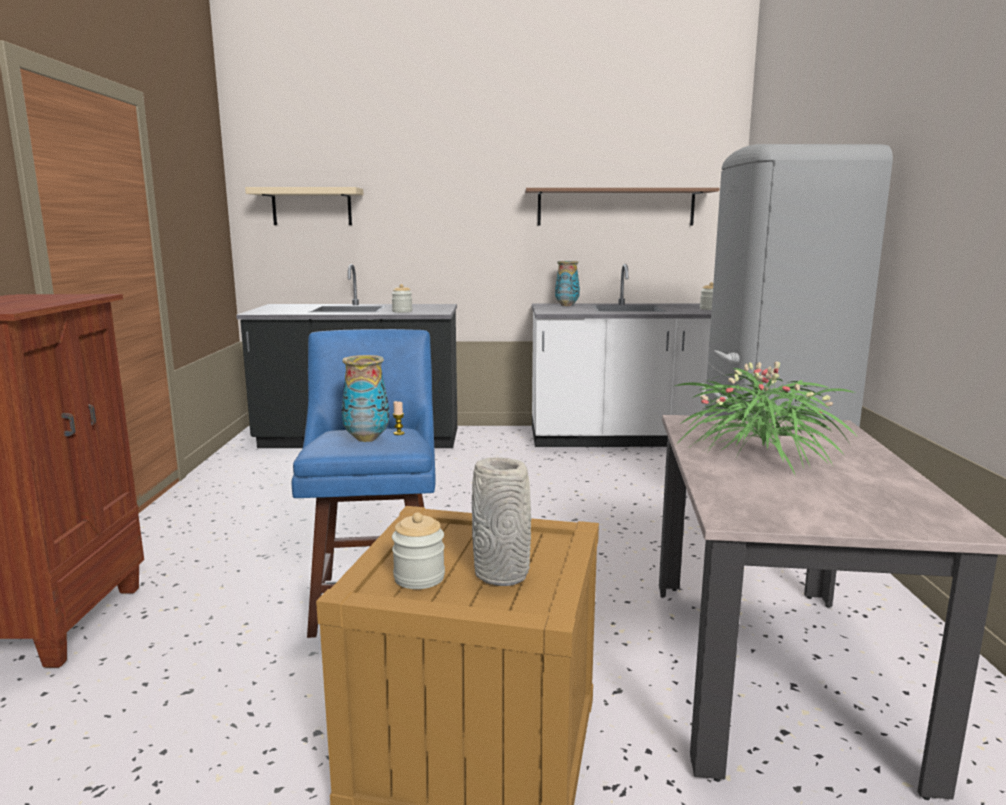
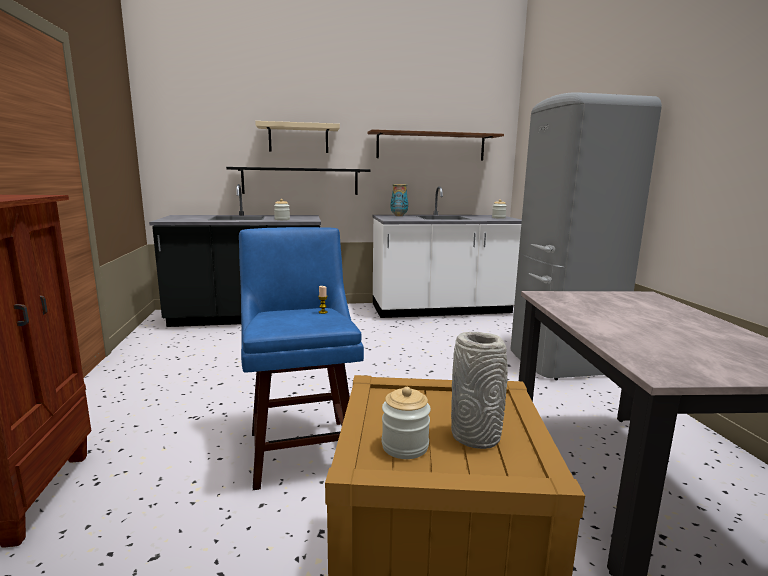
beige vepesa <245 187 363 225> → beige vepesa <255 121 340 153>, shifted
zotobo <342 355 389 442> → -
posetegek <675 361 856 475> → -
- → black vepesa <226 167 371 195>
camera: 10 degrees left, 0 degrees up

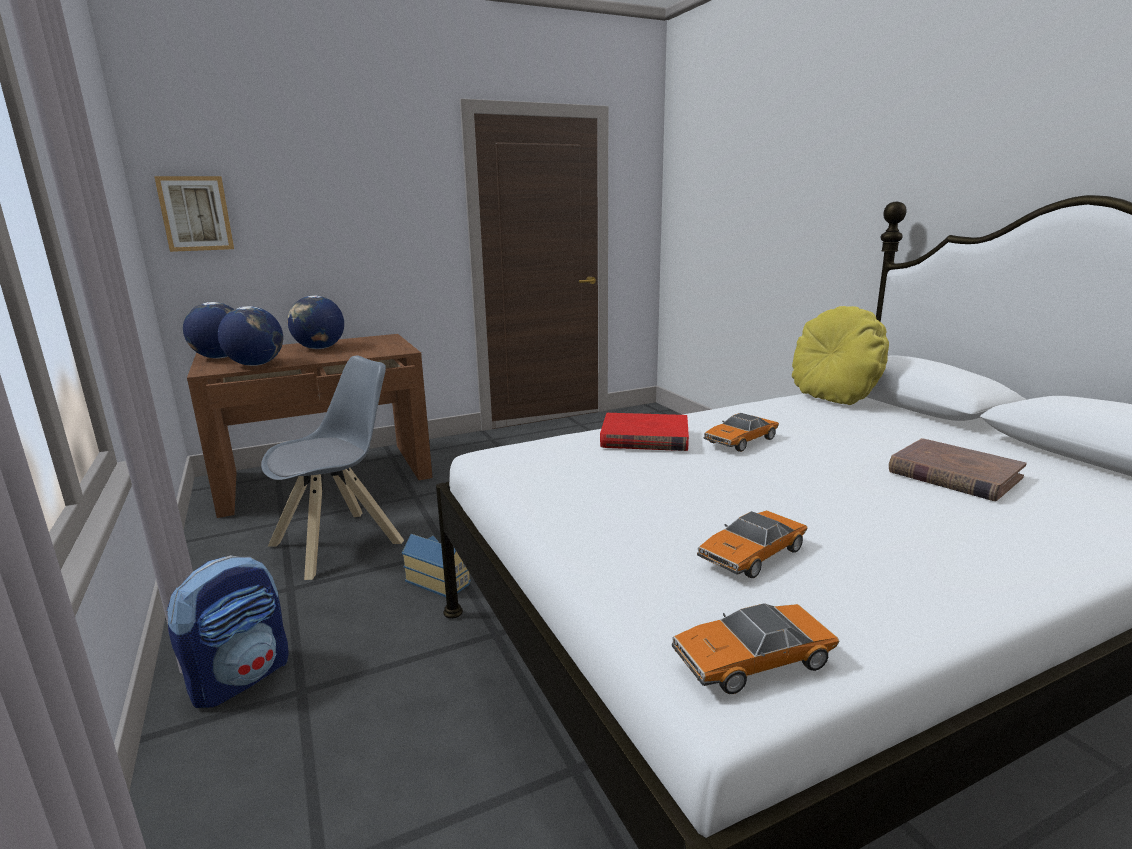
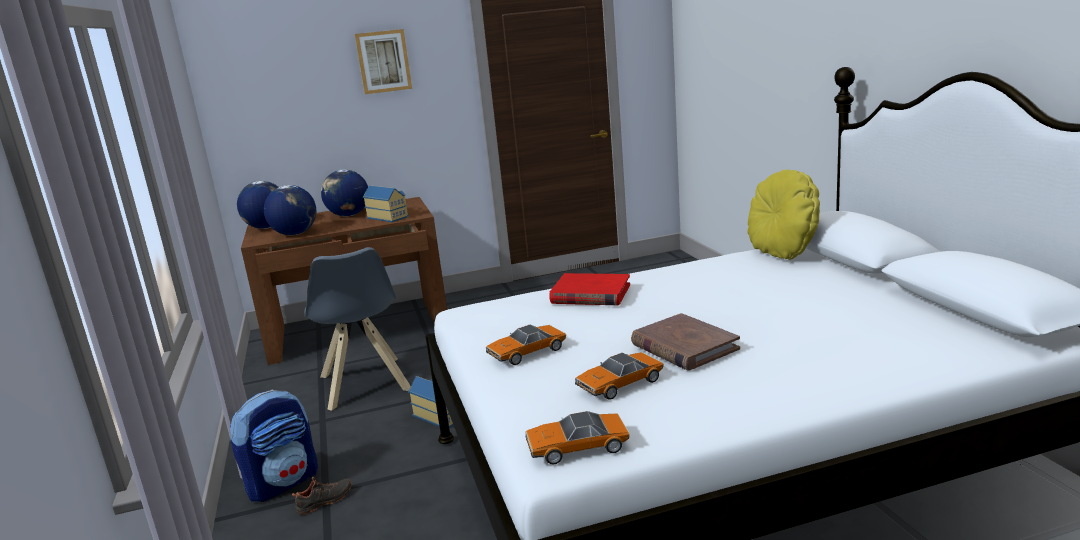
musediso <154 176 234 252> → musediso <355 29 412 94>, shifted
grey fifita <261 356 404 580> → grey fifita <305 247 411 411>, 105 degrees clockwise
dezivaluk <704 413 779 452> → dezivaluk <486 325 566 365>, shifted
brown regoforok <889 438 1027 501> → brown regoforok <631 313 740 371>, shifted
- → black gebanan <292 477 351 515>
- → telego <363 185 409 222>
camera: 10 degrees right, 0 degrees up

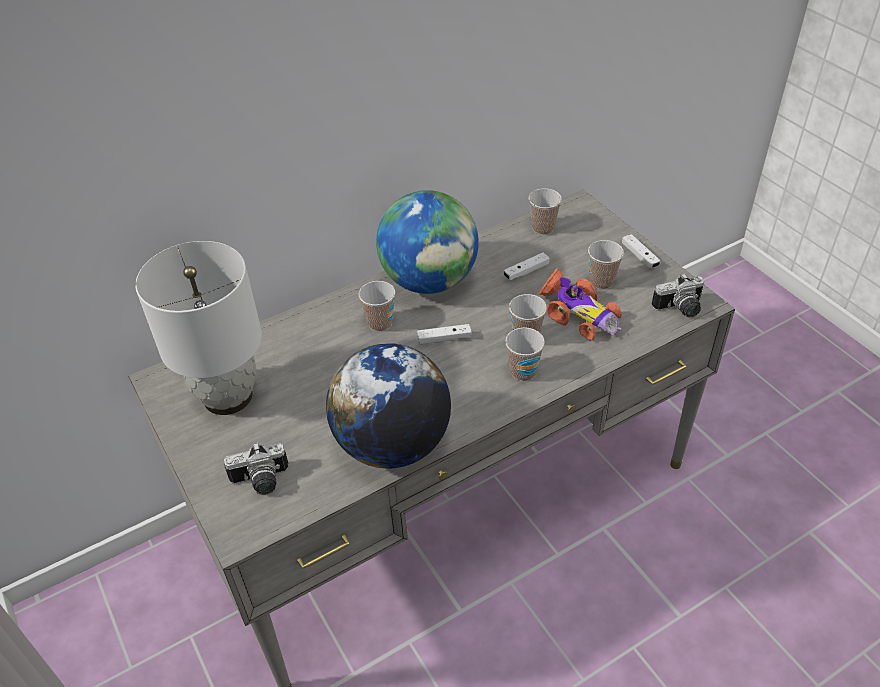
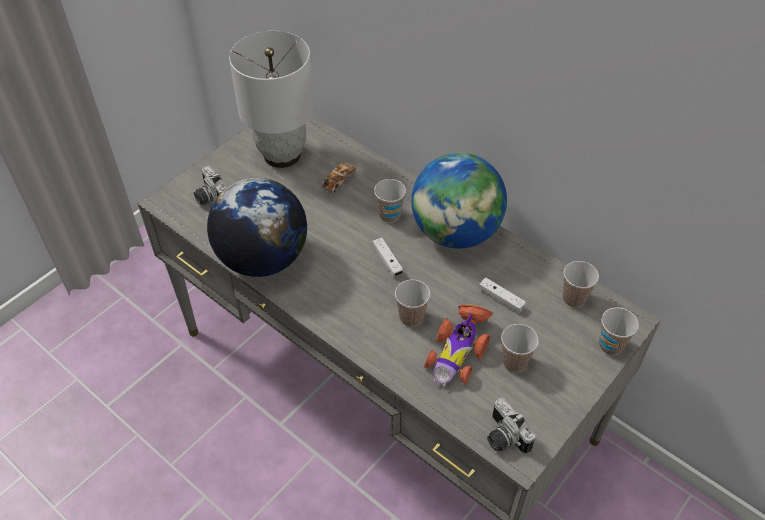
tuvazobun <505 328 545 381> → tuvazobun <599 307 639 355>, shifted
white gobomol <622 234 661 268> → -
- → dezivaluk <320 162 356 193>
camera: 70 degrees right, 5 degrees up

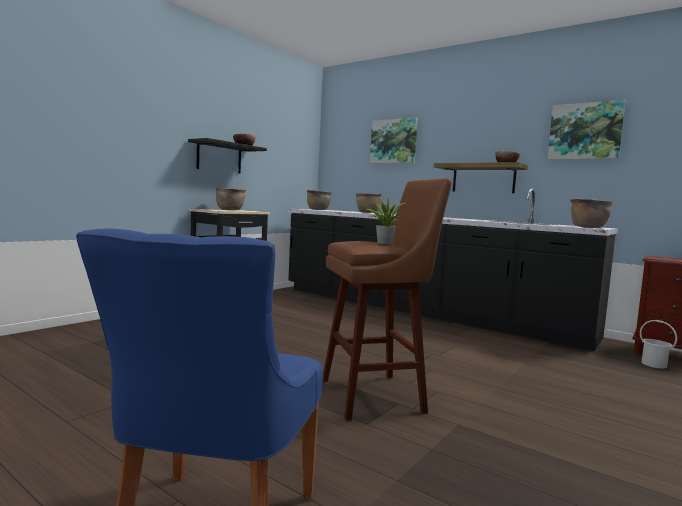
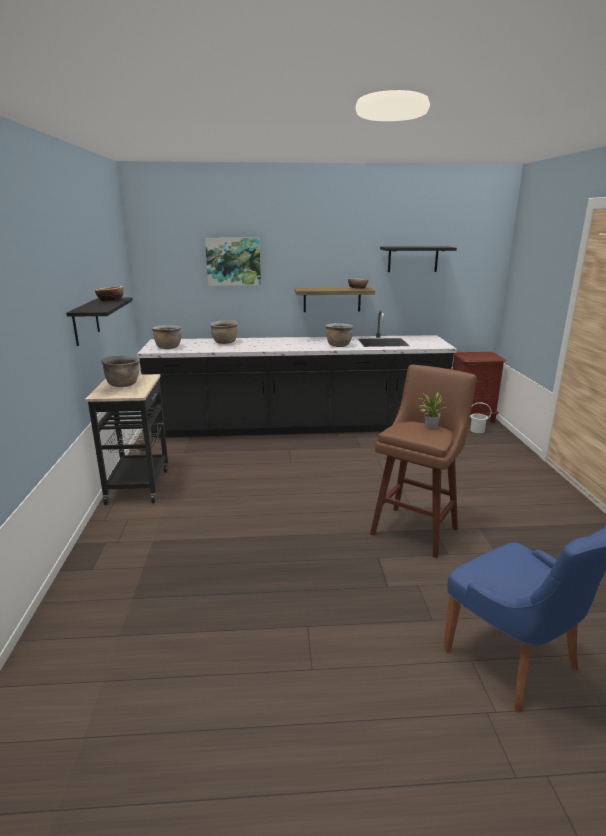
musediso <548 100 626 160> → black vepesa <380 246 457 272>
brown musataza <570 199 613 228> → brown musataza <325 323 353 347>, shifted
camera: 40 degrees left, 15 degrees up

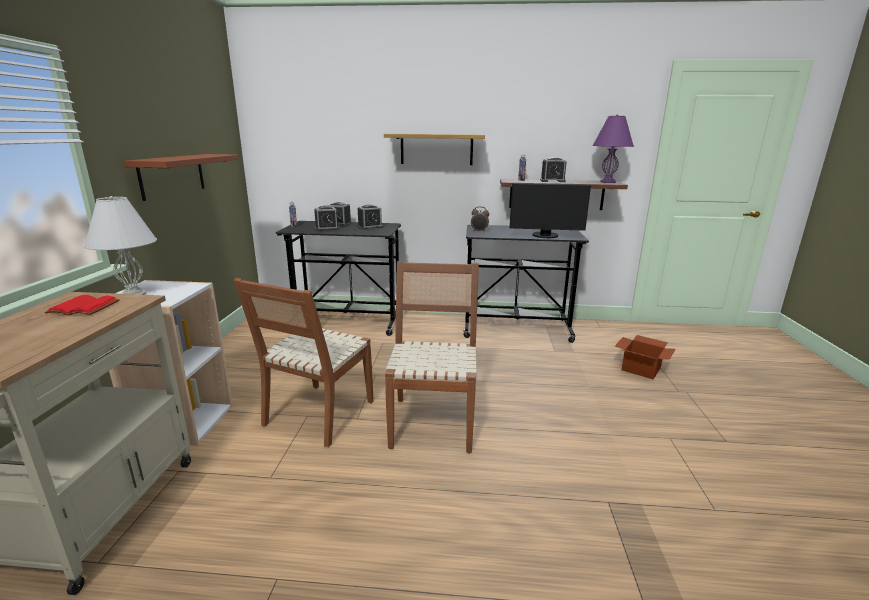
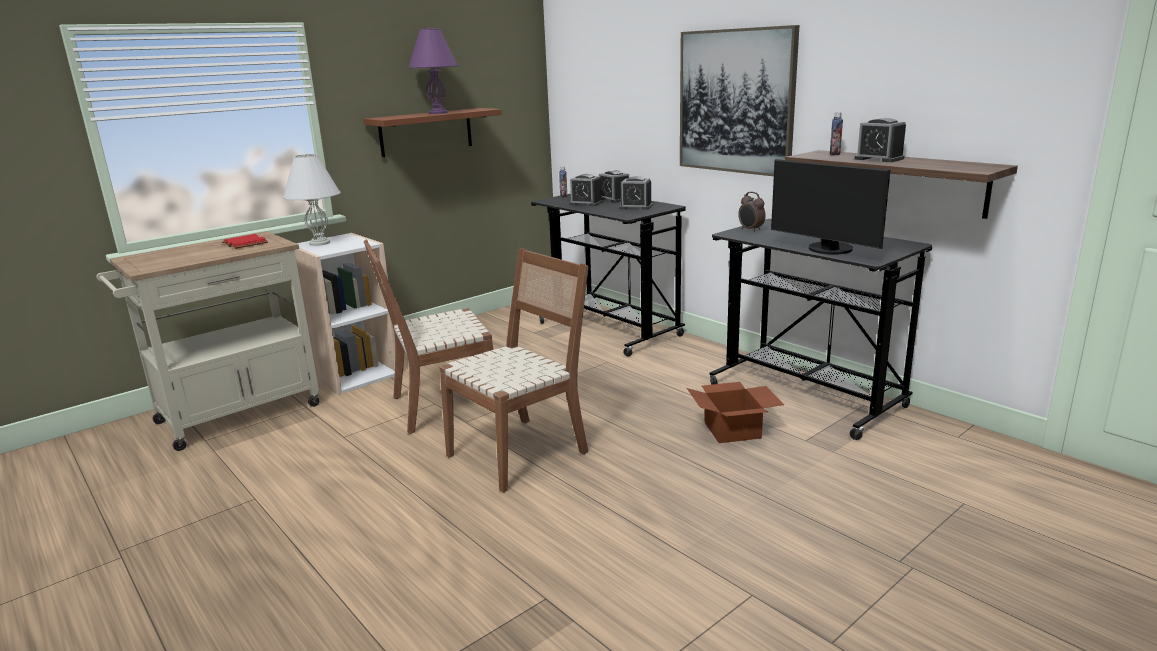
vepesa <384 134 485 165> → musediso <680 25 799 176>
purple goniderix <593 115 634 183> → purple goniderix <408 27 459 114>, shifted
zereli <615 335 676 379> → zereli <687 382 784 443>, shifted
camera: 45 degrees right, 0 degrees up

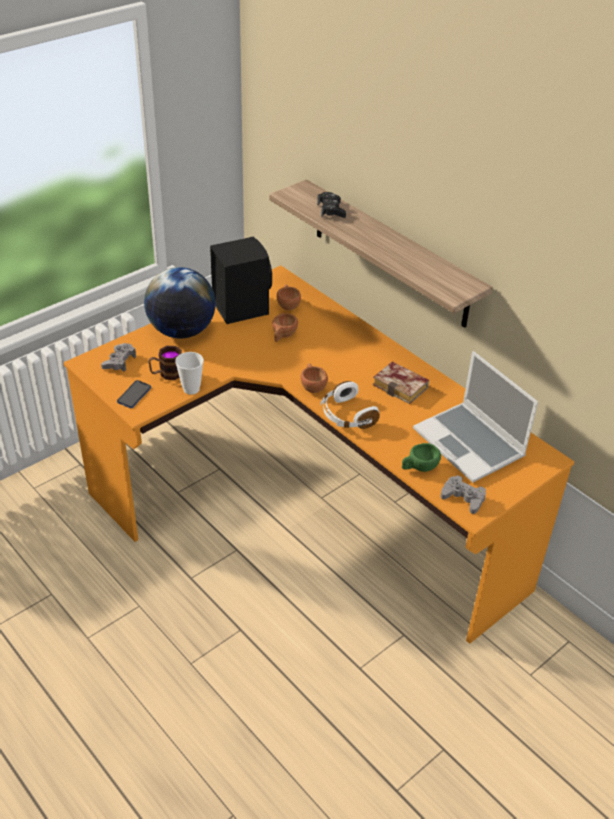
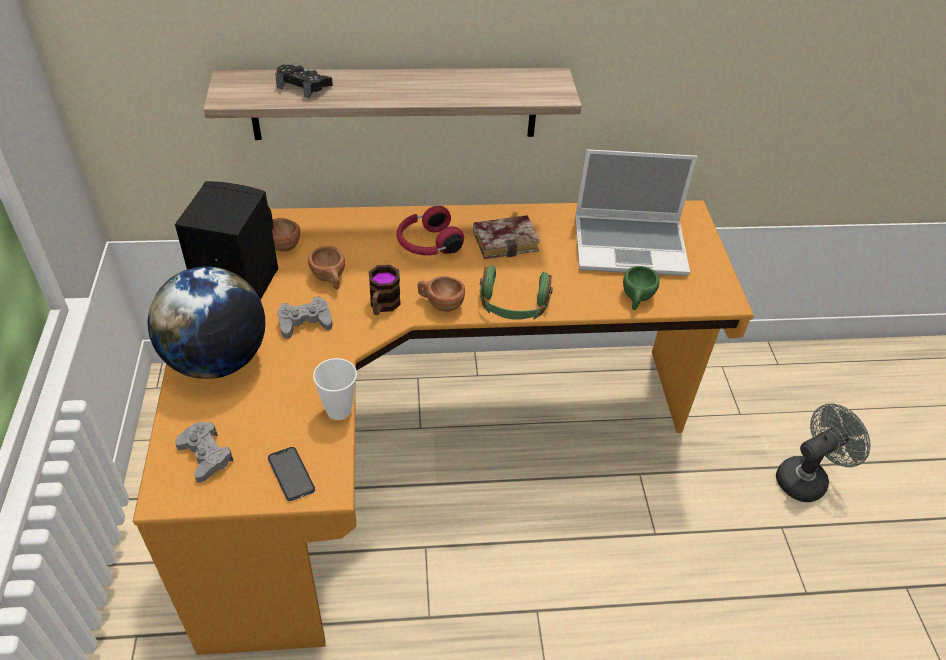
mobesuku <148 346 182 380> → mobesuku <369 265 401 315>, shifted
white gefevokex <321 381 380 429> → green gefevokex <480 265 553 320>
grey gobomol <440 475 486 514> → grey gobomol <277 297 332 339>, shifted
- → red gefevokex <397 206 464 255>
- → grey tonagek <776 403 871 502>
camera: 55 degrees left, 5 degrees up

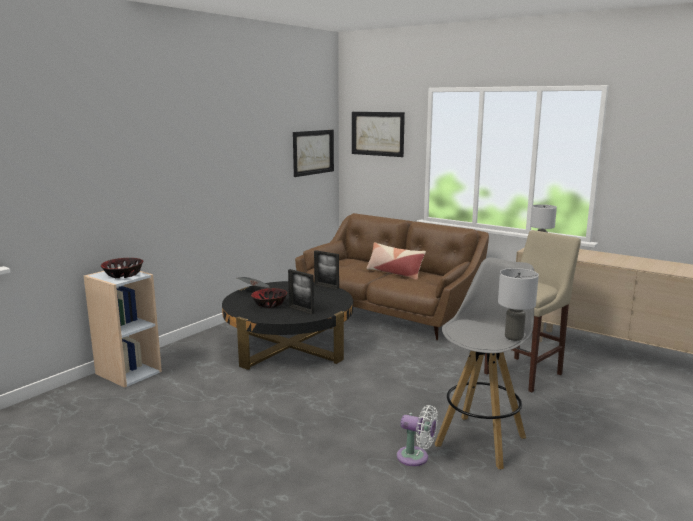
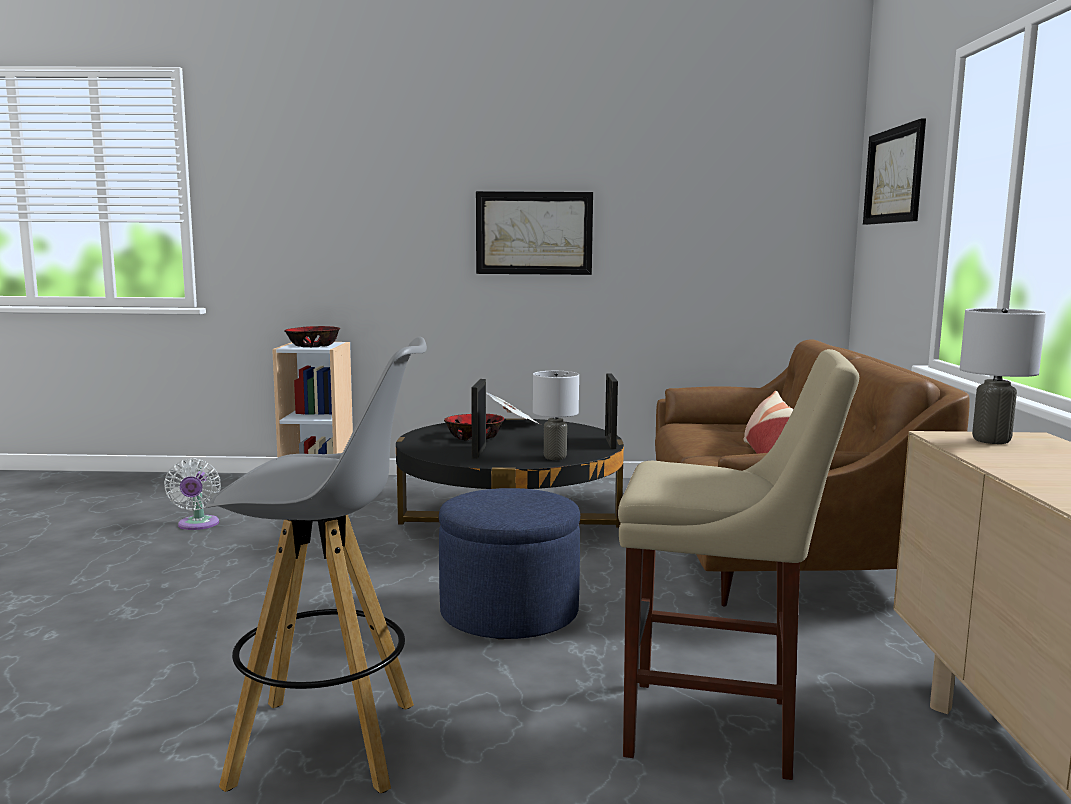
musediso <293 130 334 177> → musediso <476 191 593 275>, shifted
white tonagek <397 405 438 466> → white tonagek <164 458 221 530>, shifted
white goniderix <498 268 539 341> → white goniderix <533 371 579 460>, shifted
- → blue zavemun <439 488 580 639>
camera: 55 degrees right, 5 degrees down

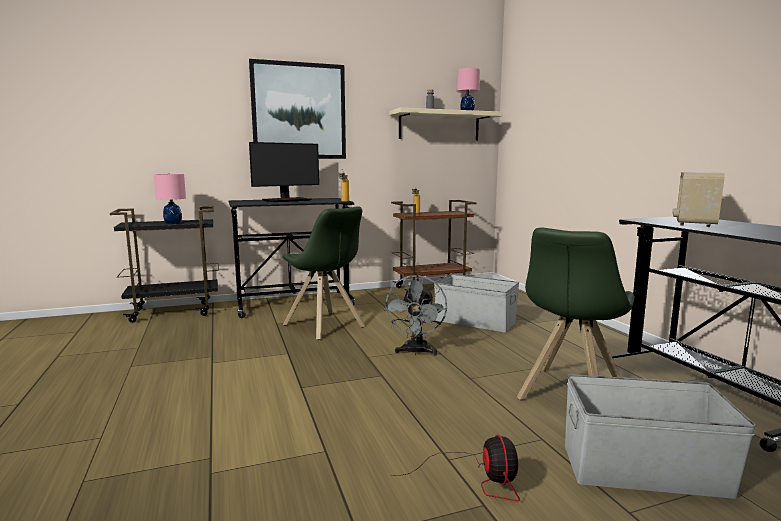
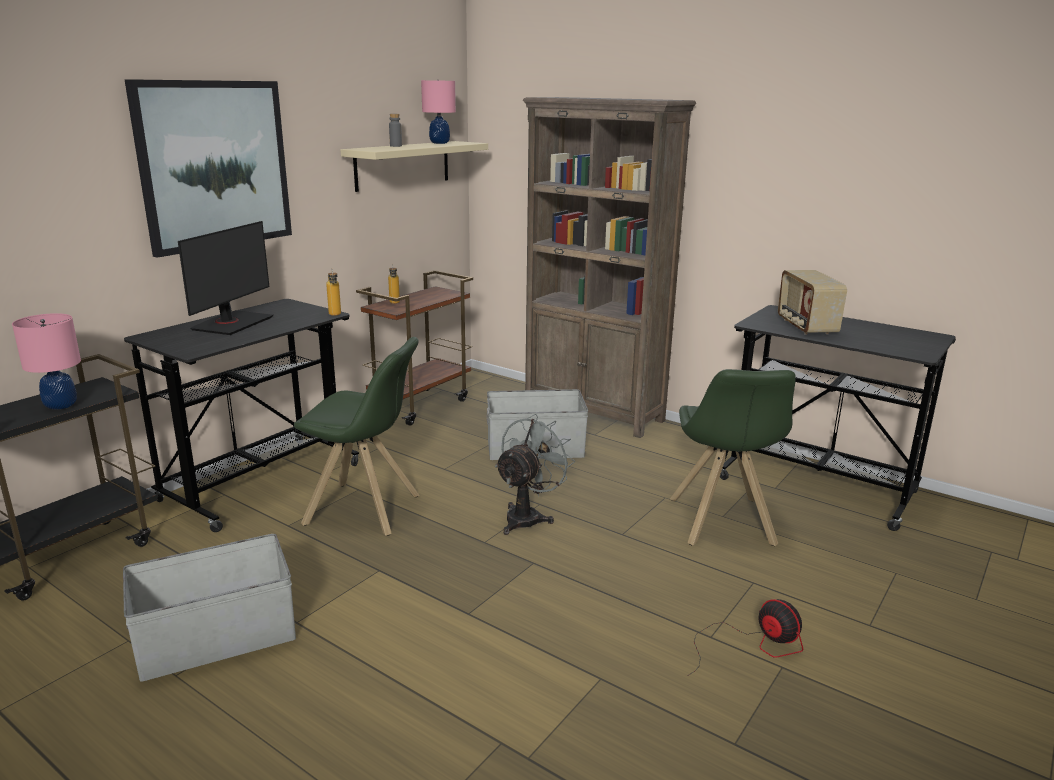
grey tonagek <384 275 447 356> → grey tonagek <495 414 575 535>, 120 degrees counterclockwise
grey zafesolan <565 374 756 499> → grey zafesolan <123 534 296 682>, shifted
- → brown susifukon <523 97 696 438>
camera: 35 degrees left, 10 degrees up

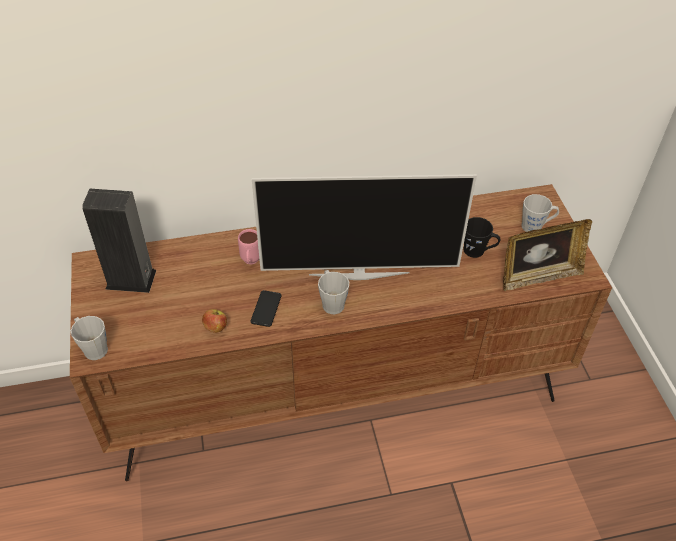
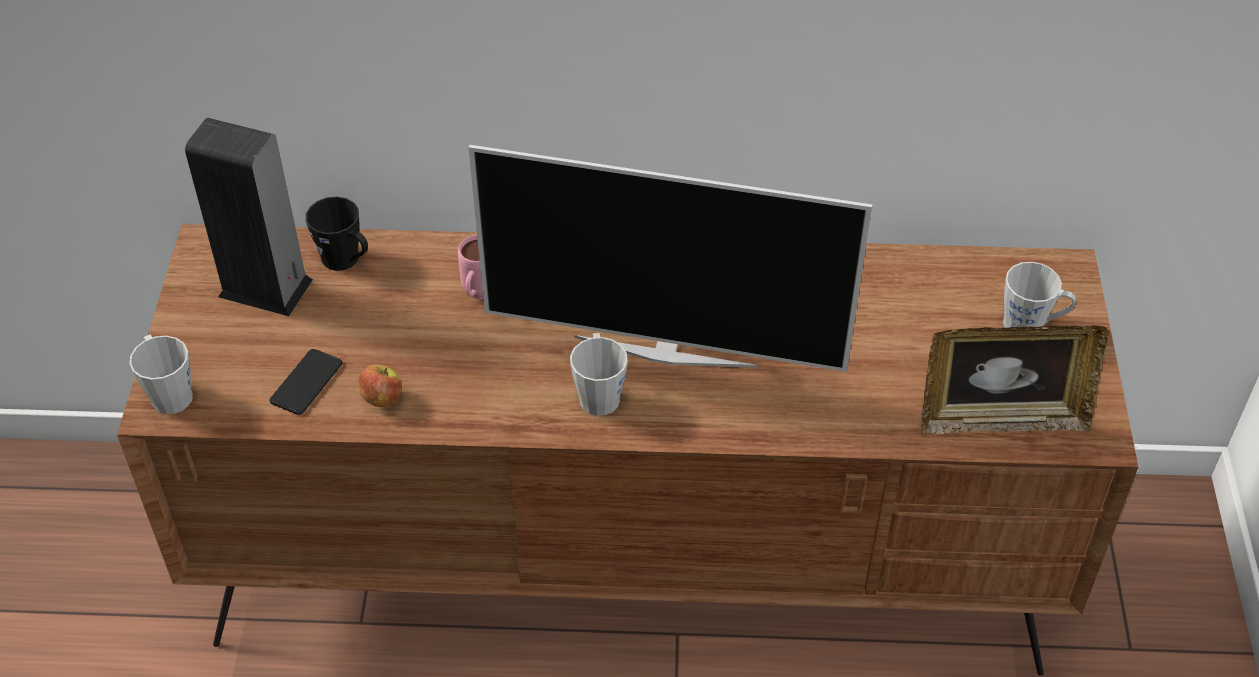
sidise <250 290 282 327> → sidise <269 349 343 415>, shifted
black mobesuku <463 217 500 258> → black mobesuku <306 197 368 271>, shifted
camera: 15 degrees right, 0 degrees up

